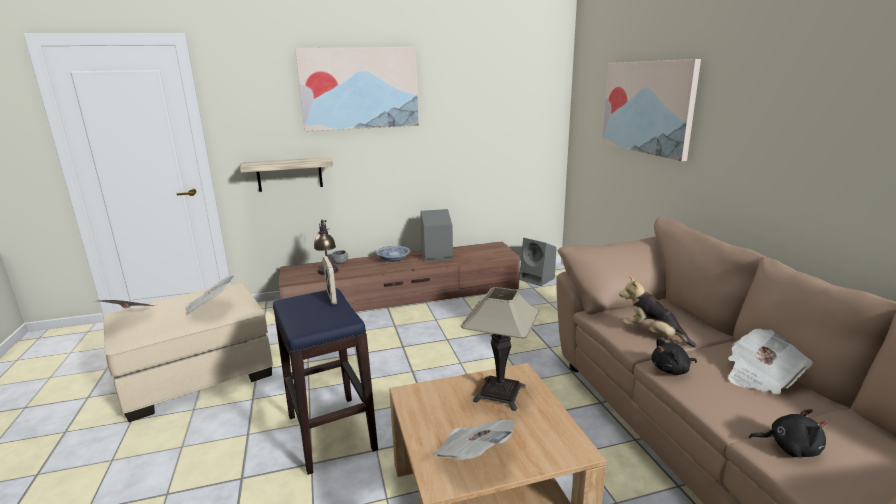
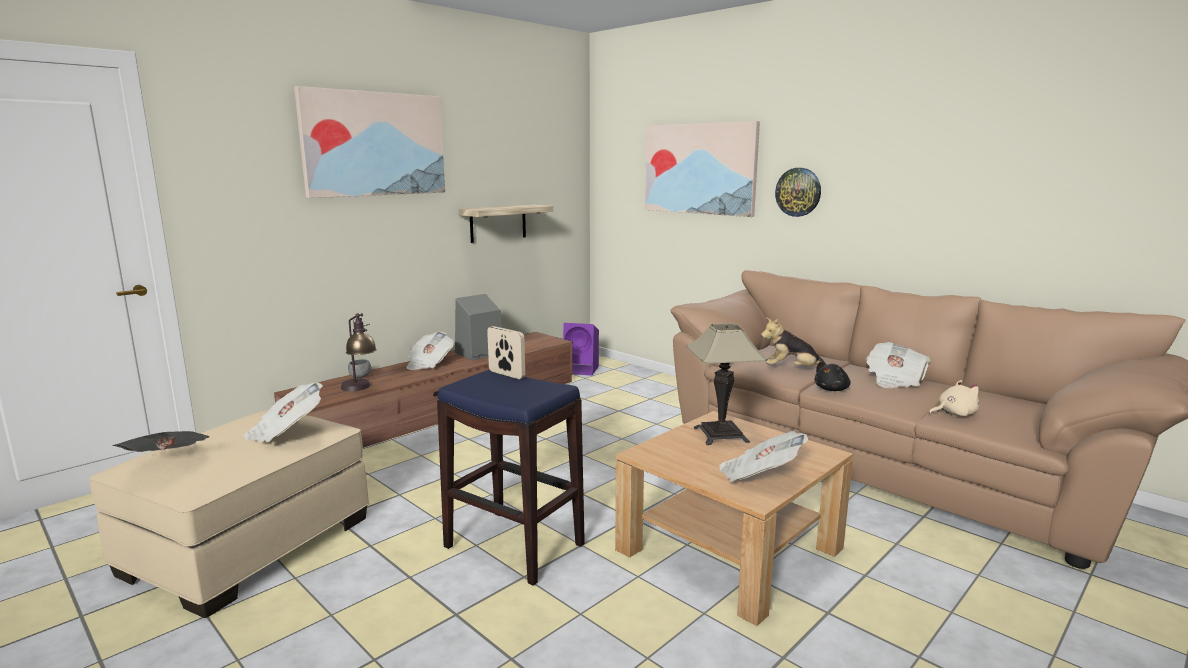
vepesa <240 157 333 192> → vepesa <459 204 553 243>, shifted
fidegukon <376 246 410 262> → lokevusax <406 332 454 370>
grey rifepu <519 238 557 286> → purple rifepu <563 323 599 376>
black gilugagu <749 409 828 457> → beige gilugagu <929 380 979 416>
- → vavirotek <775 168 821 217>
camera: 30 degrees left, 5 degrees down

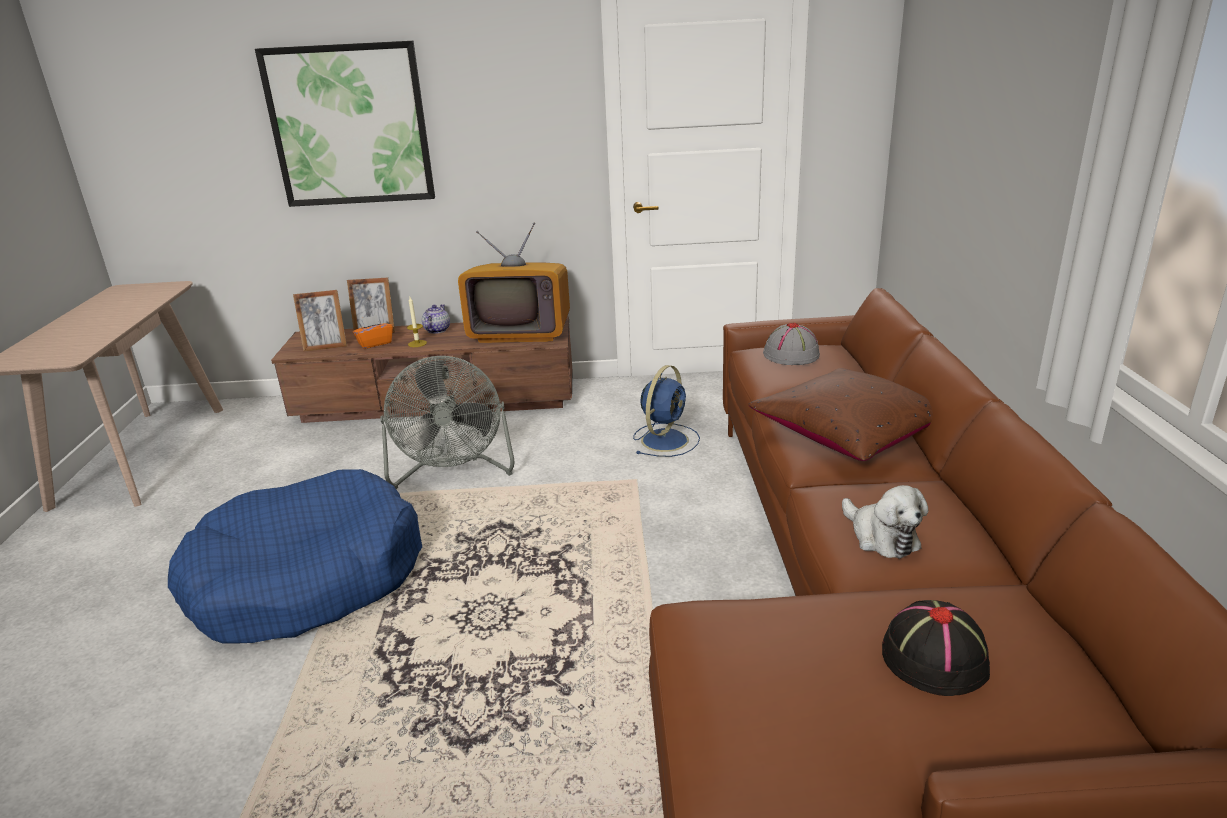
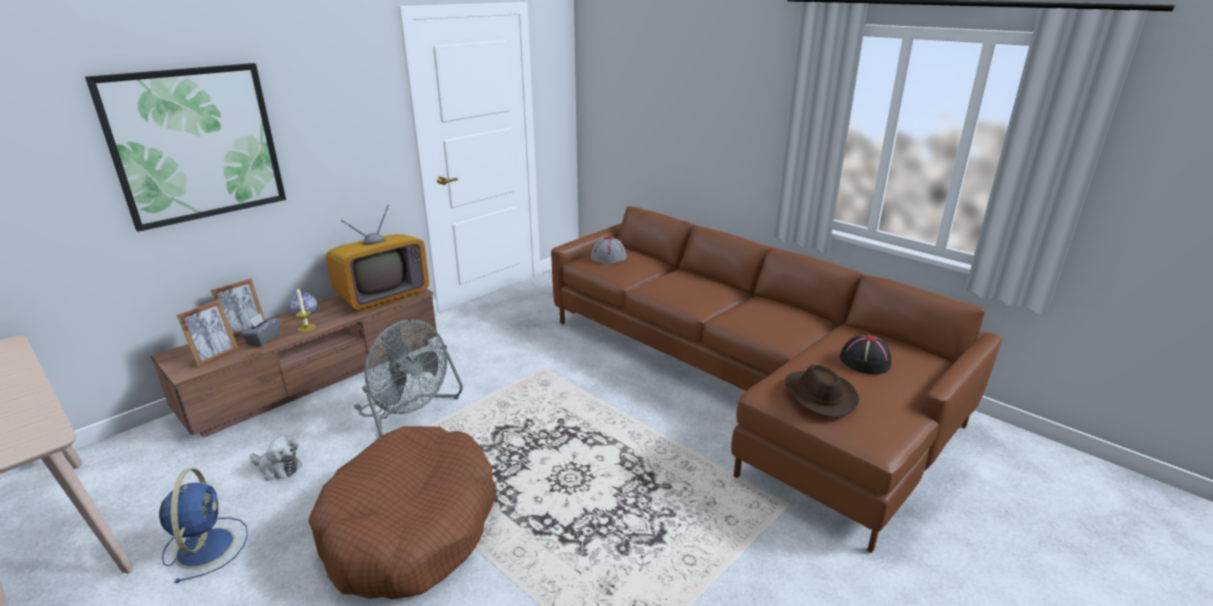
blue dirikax <168 469 422 644> → brown dirikax <309 426 496 599>
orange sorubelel <353 315 393 349> → grey sorubelel <241 313 280 346>
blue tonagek <633 365 700 457> → blue tonagek <159 468 248 583>, shifted
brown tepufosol <748 368 933 461> → -
gilugagu <842 485 928 559> → gilugagu <250 435 302 481>, shifted
- → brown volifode <785 365 859 418>
camera: 45 degrees left, 0 degrees up

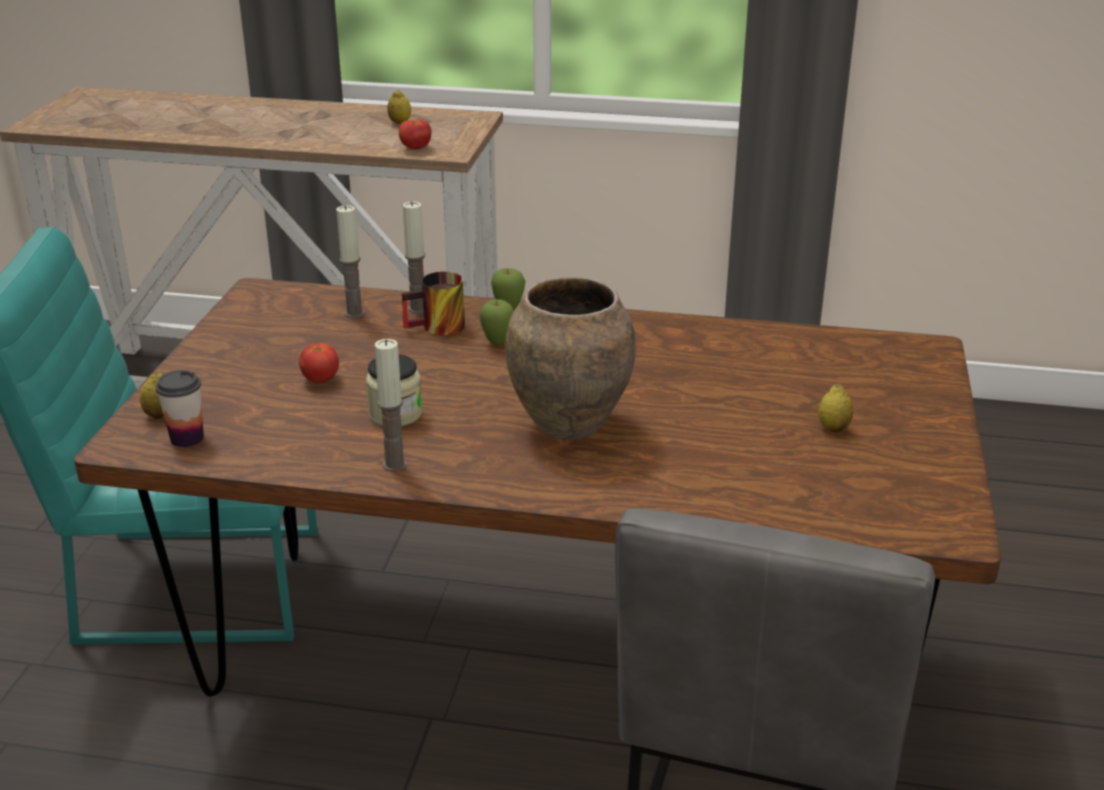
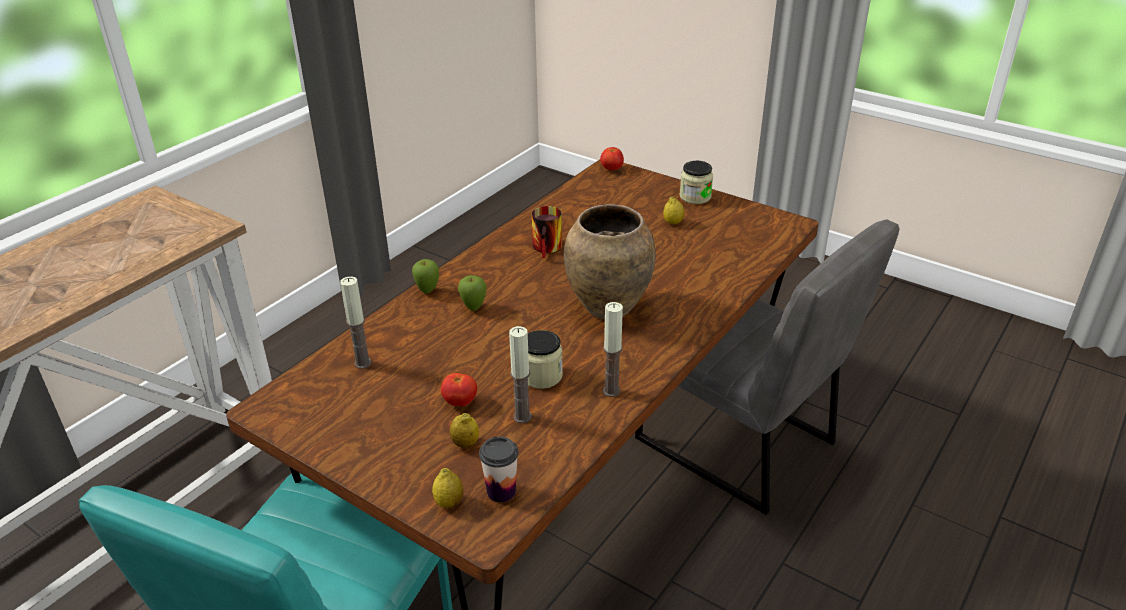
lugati <387 90 411 124> → lugati <450 413 479 448>, shifted
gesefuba <399 119 431 149> → gesefuba <600 147 624 170>, shifted
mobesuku <402 271 465 335> → mobesuku <532 206 562 258>, shifted
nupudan <403 201 425 314> → nupudan <509 326 532 423>, shifted
- → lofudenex <680 161 713 204>
camera: 65 degrees left, 5 degrees up

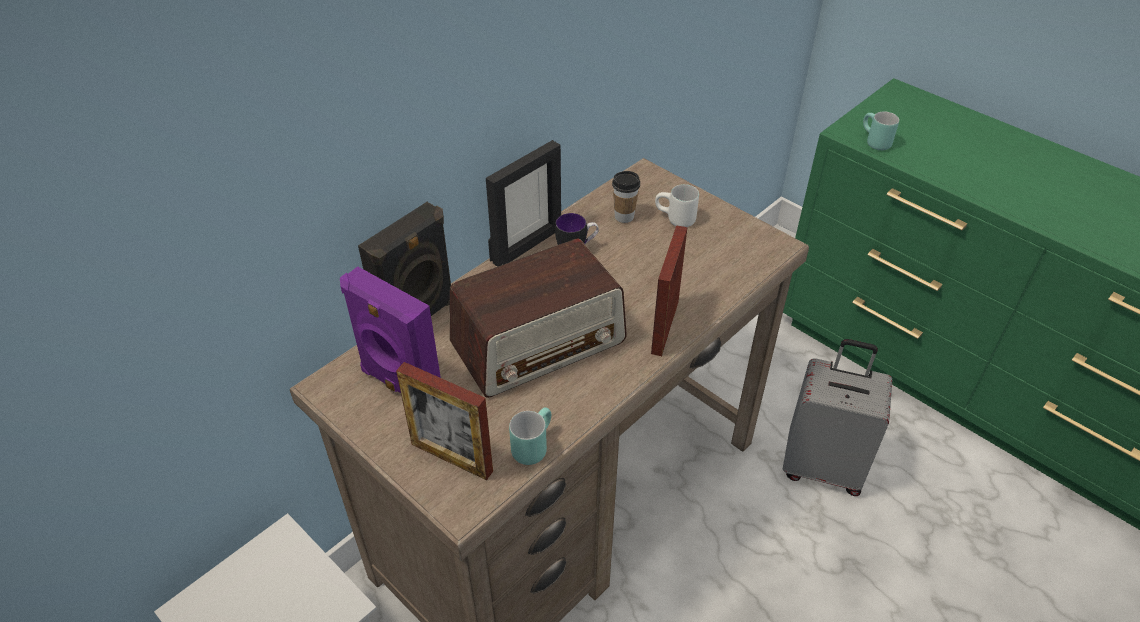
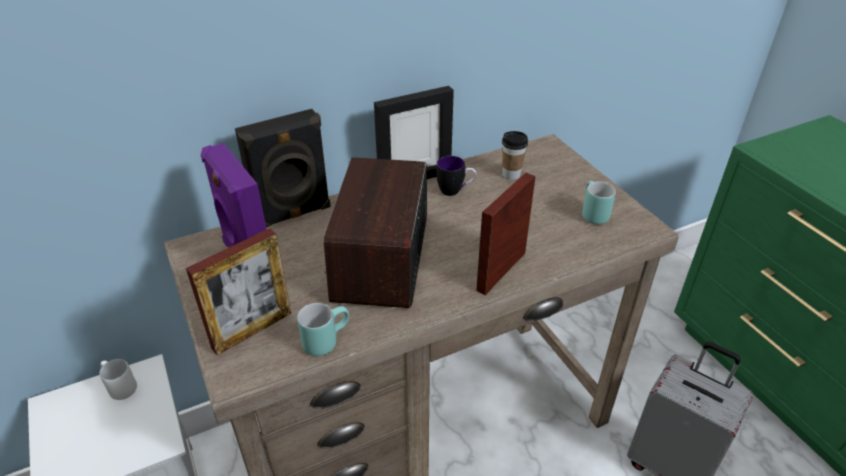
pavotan <396 362 493 480> → pavotan <186 228 291 355>, 90 degrees counterclockwise
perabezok <450 238 627 398> → perabezok <324 157 427 308>, 105 degrees clockwise
white mobesuku <655 184 699 227> → white mobesuku <100 359 137 400>, shifted
turquoise mobesuku <863 111 899 150> → turquoise mobesuku <582 181 616 225>, shifted
camera: 20 degrees right, 5 degrees down

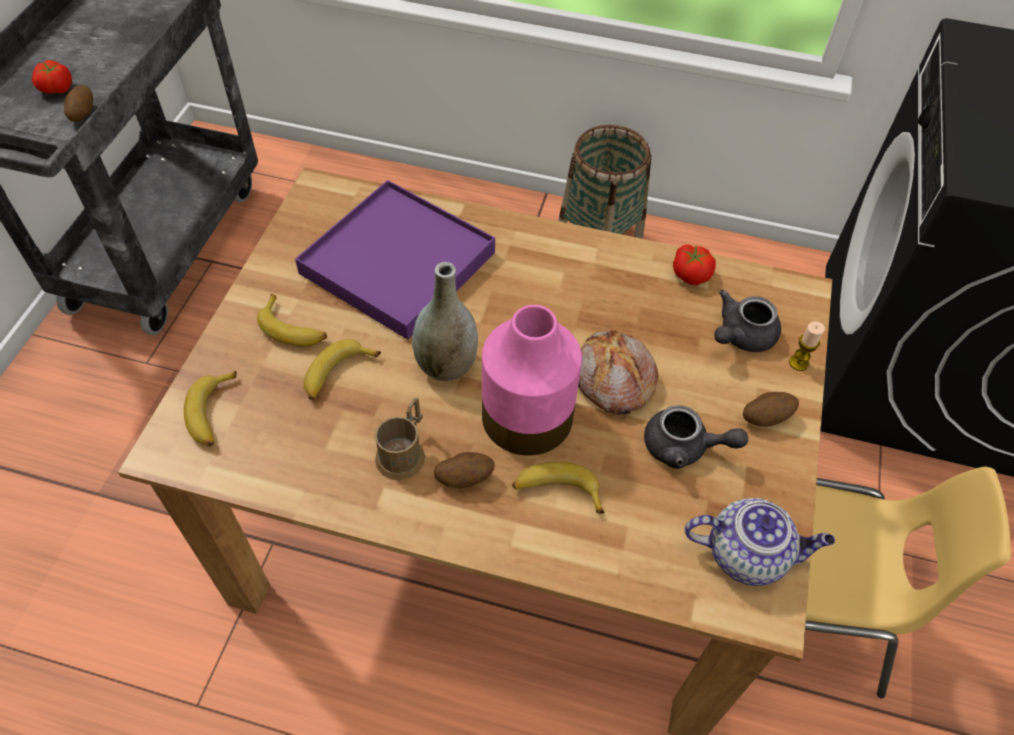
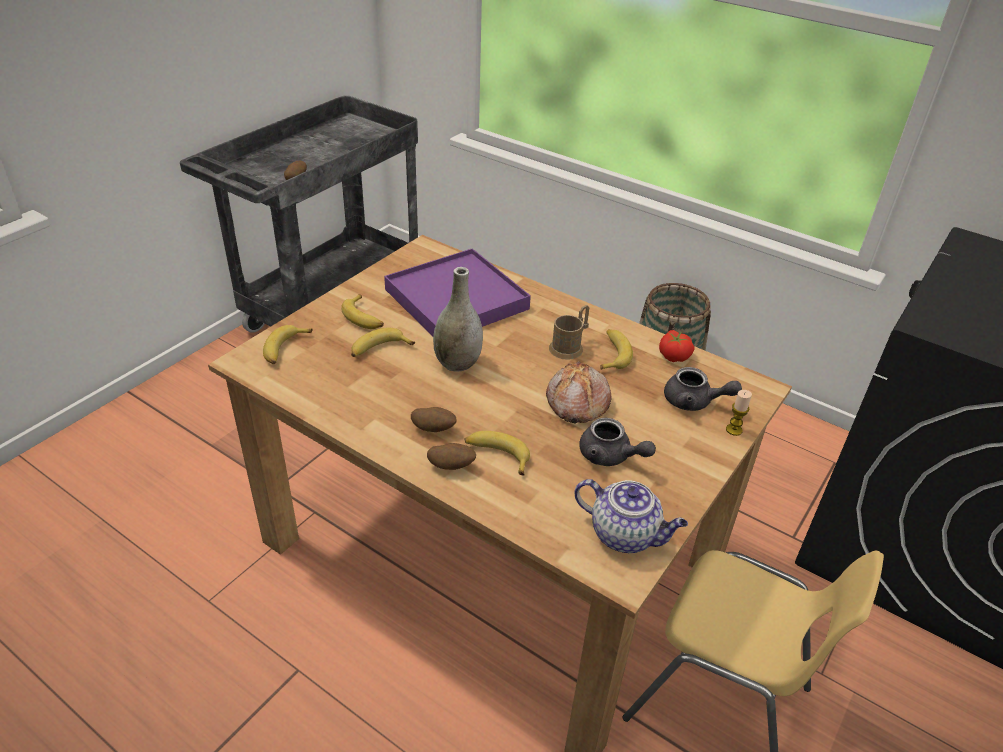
gesefuba <32 60 72 94> → -
brown mobesuku <375 398 425 481> → brown mobesuku <549 305 589 360>, shifted
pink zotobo <482 305 582 455> → -
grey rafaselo <714 290 781 352> → grey rafaselo <664 367 742 411>, 135 degrees counterclockwise
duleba <743 392 799 427> → duleba <427 443 476 470>, shifted
- → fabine <600 329 633 370>
camera: 20 degrees right, 15 degrees down

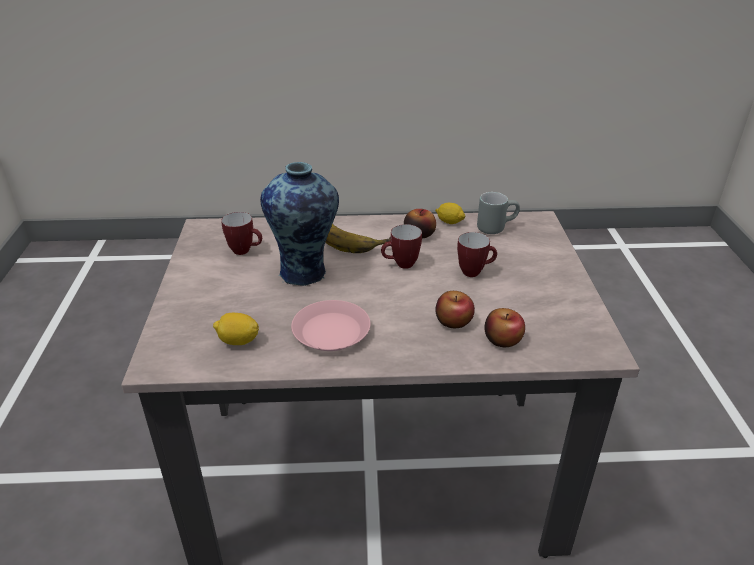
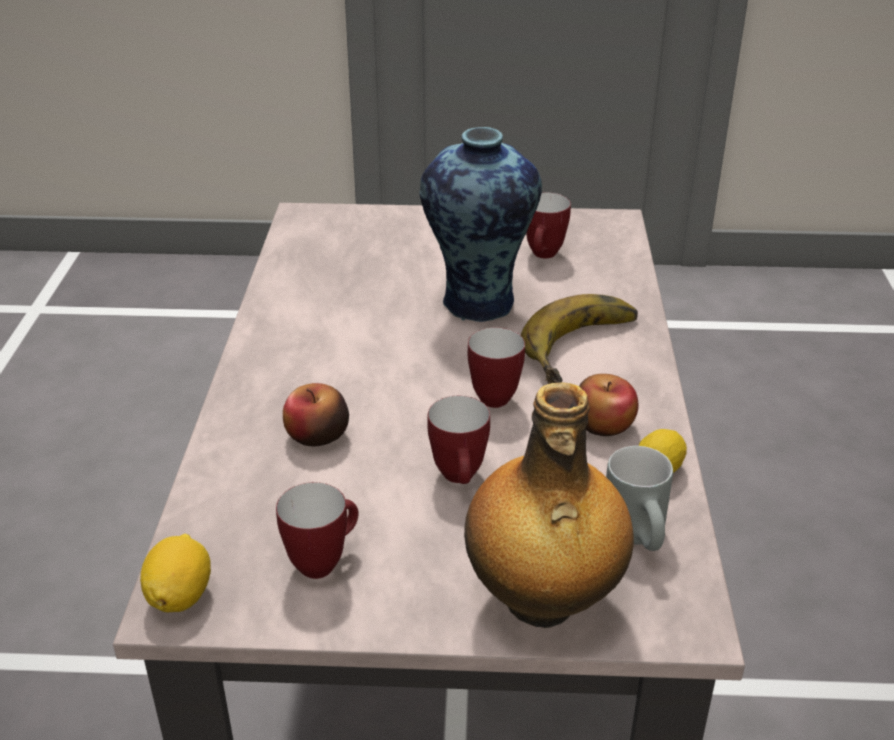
lugati <213 313 259 345> → lugati <140 534 211 612>, shifted
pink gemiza <291 300 371 351> → -
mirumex <484 308 525 347> → -
- → mobesuku <276 482 359 579>
- → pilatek <464 382 634 628>
camera: 95 degrees right, 0 degrees up

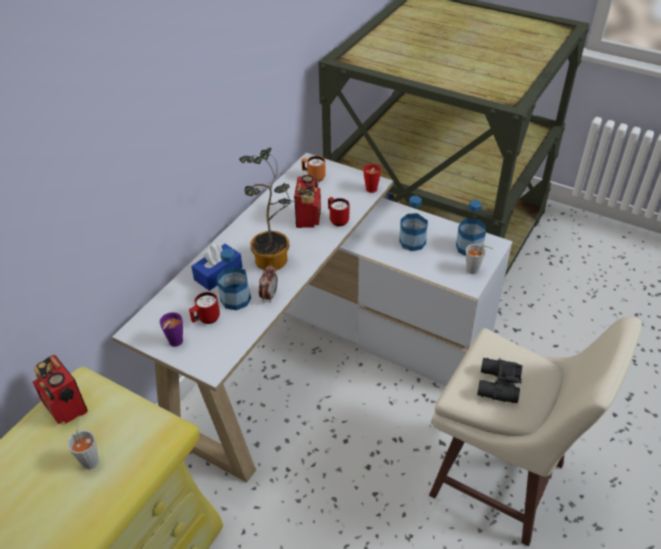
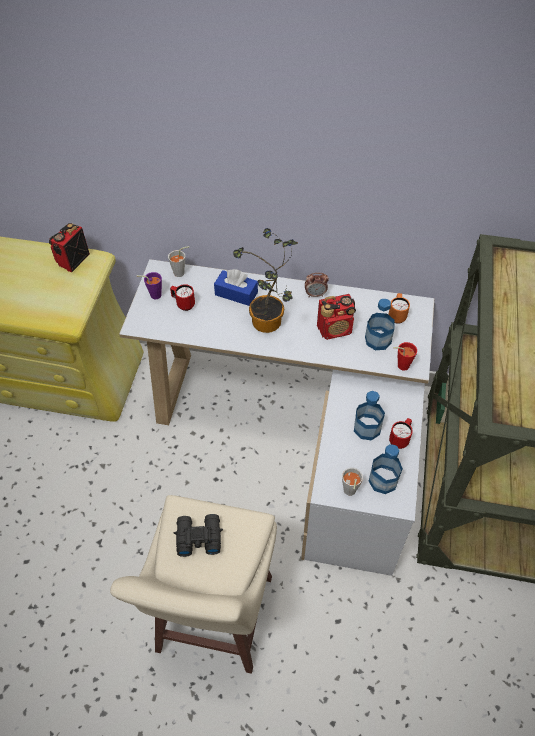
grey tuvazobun <68 416 99 469> → grey tuvazobun <168 246 189 277>, shifted
pilatek <217 248 251 310> → pilatek <365 299 395 350>, shifted
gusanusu <259 265 278 303> → gusanusu <305 273 329 297>, shifted
red mobesuku <328 197 349 226> → red mobesuku <389 418 413 449>, shifted
camera: 70 degrees right, 10 degrees up

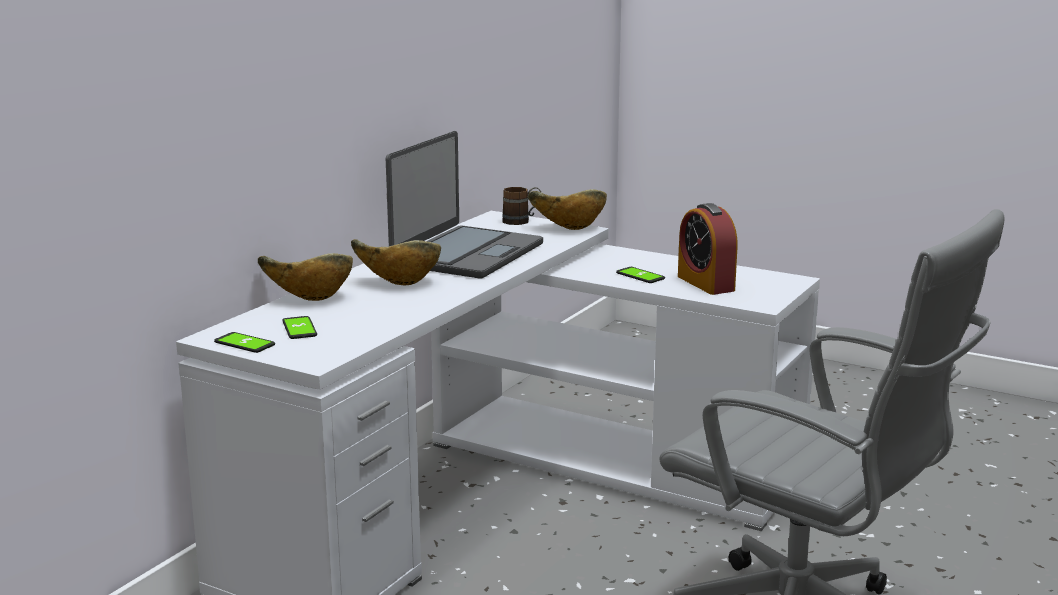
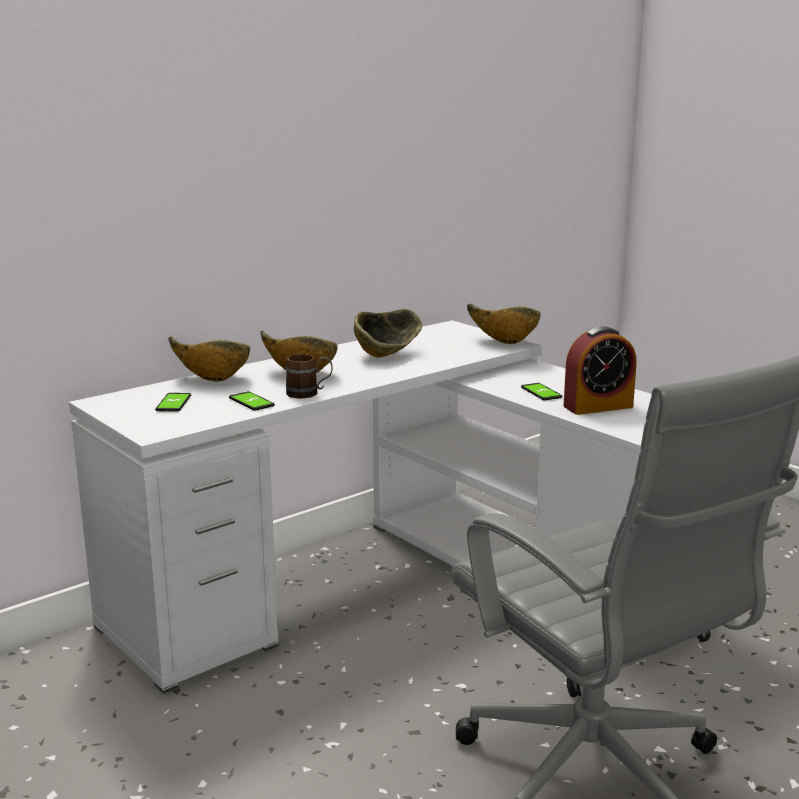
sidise <214 332 275 353> → sidise <229 392 275 411>, shifted
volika <386 131 543 279> → fidegukon <354 309 422 358>
brown mobesuku <503 187 541 225> → brown mobesuku <286 354 333 399>, shifted
gusanusu <678 203 738 295> → gusanusu <563 326 637 415>, 105 degrees counterclockwise
camera: 20 degrees right, 0 degrees up

